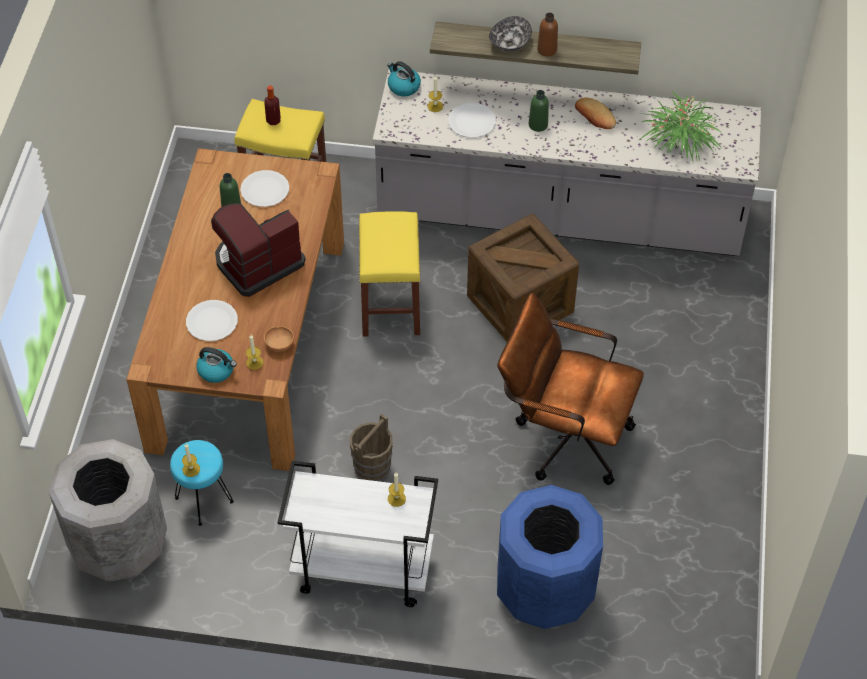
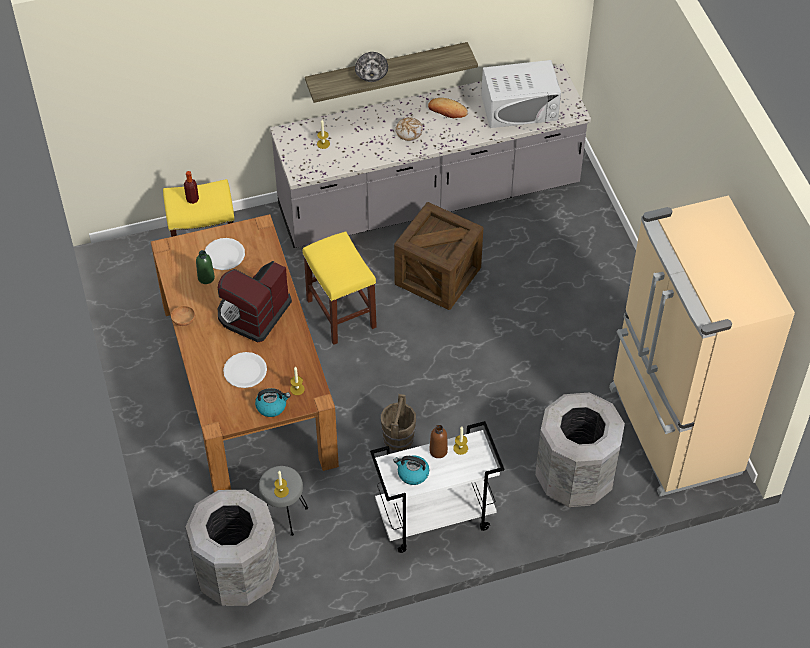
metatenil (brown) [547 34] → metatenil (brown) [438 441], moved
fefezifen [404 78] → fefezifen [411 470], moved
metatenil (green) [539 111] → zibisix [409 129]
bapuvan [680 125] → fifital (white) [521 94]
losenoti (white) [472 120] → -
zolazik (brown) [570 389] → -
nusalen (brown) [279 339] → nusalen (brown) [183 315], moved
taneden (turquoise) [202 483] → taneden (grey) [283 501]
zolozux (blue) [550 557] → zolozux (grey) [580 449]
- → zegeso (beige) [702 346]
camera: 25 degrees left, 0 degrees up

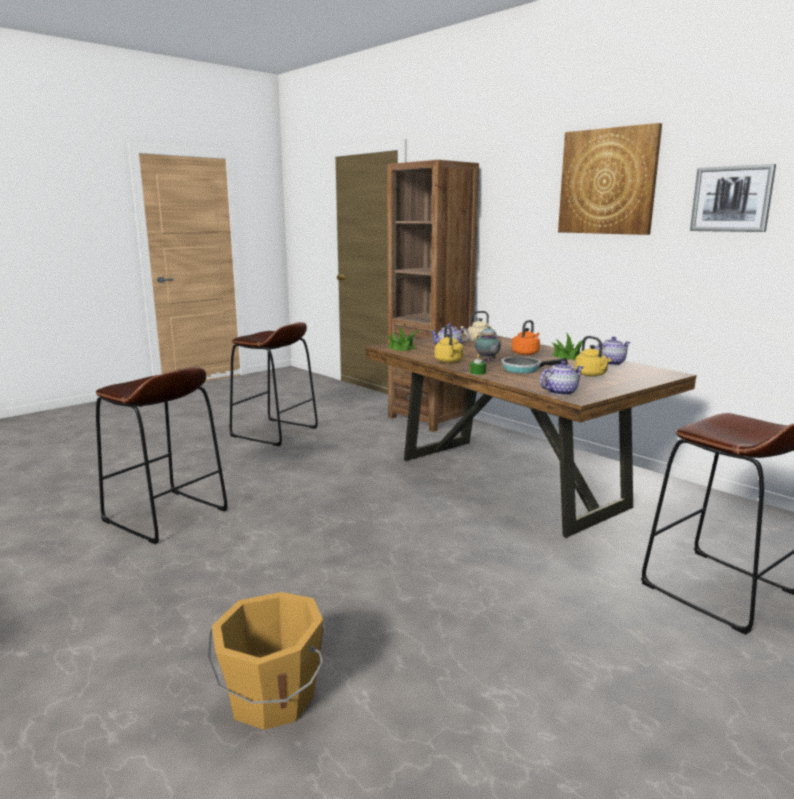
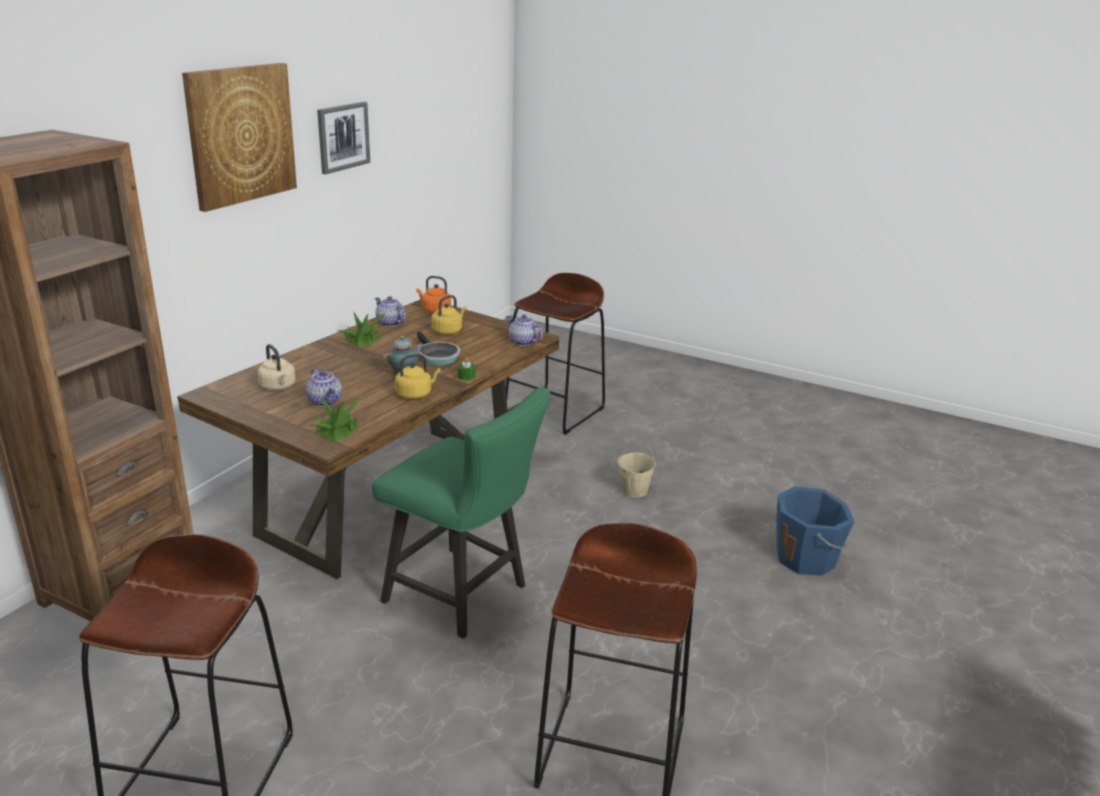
fefezifen (orange) [526 337] → fefezifen (orange) [433 294], moved
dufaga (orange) [266 661] → dufaga (blue) [815 531]
- → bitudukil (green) [461 513]
- → dufaga (beige) [637 469]
camera: 110 degrees left, 10 degrees up

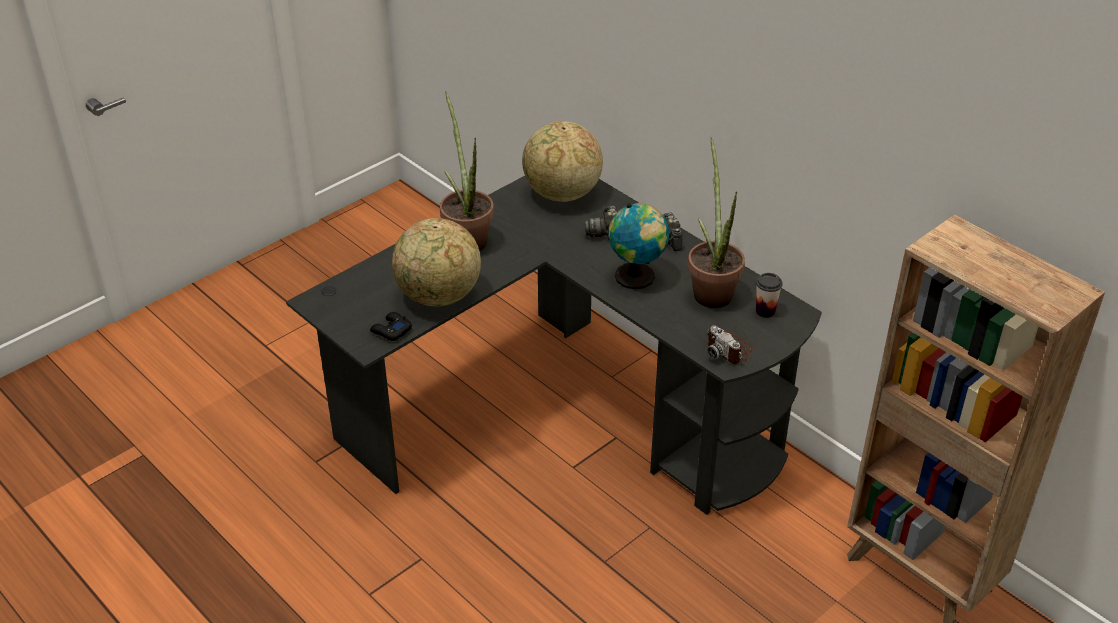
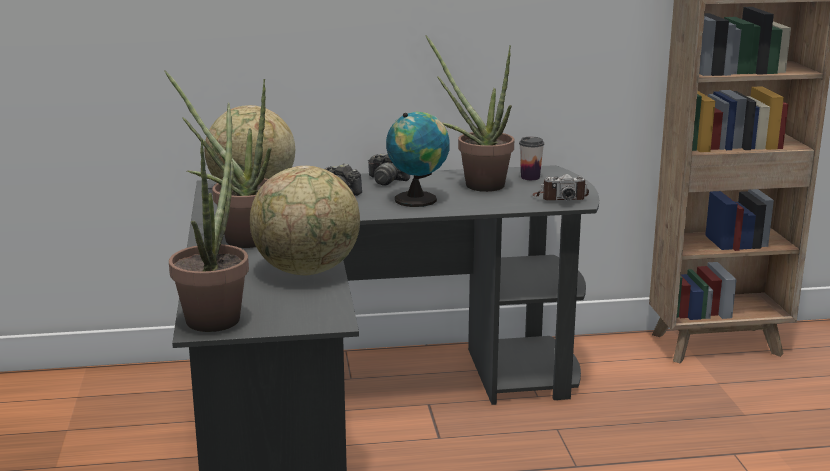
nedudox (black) [391 326] → -
- → bapuvan [209 217]
camera: 55 degrees left, 20 degrees down

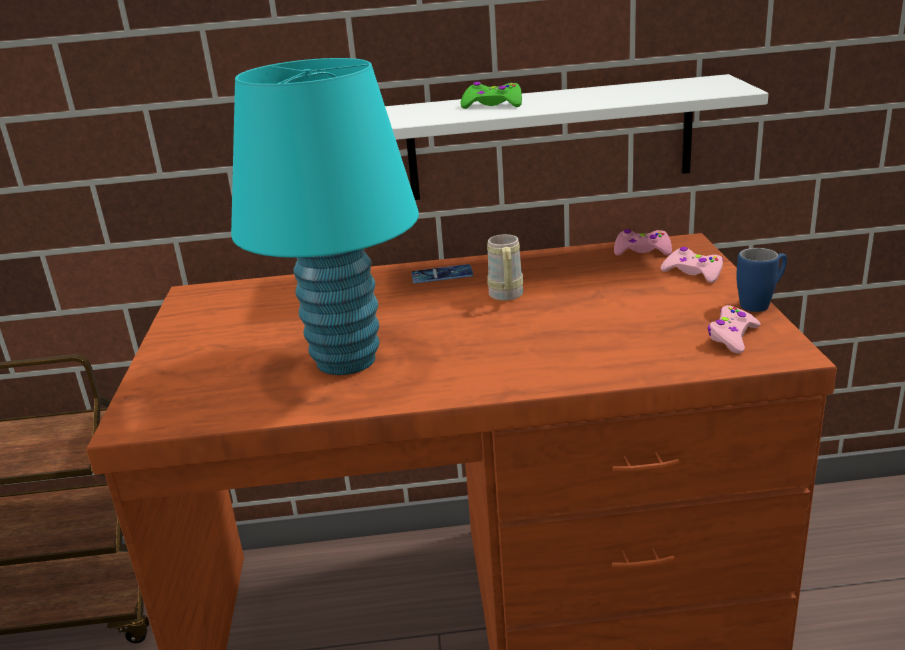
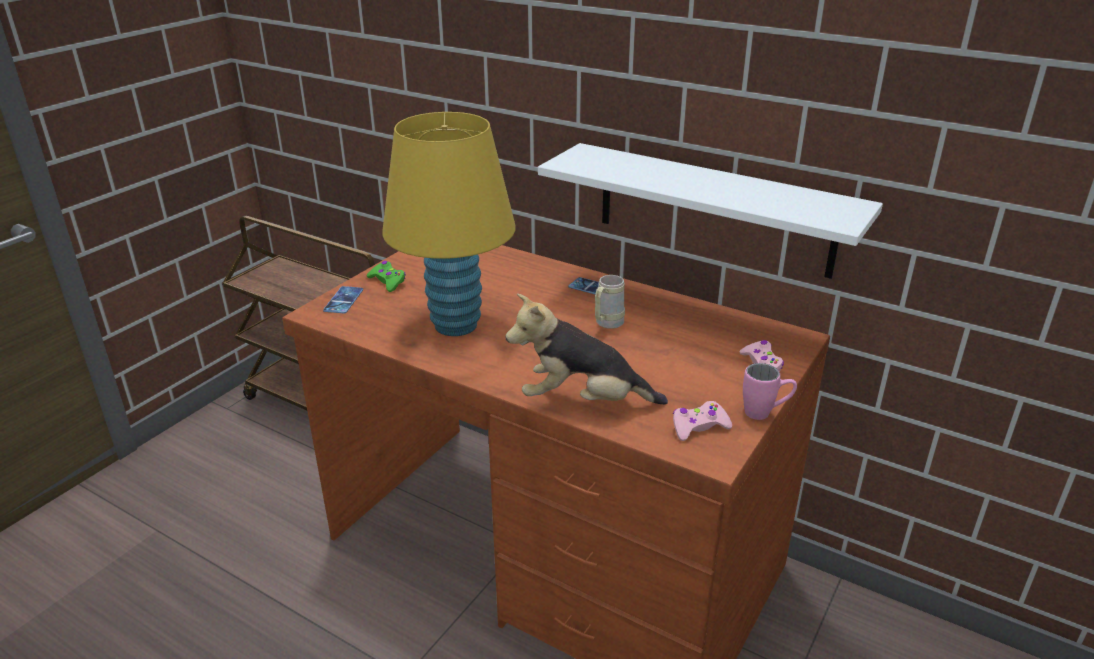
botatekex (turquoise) [325 216] → botatekex (yellow) [449 224]
nedudox (green) [491 95] → nedudox (green) [386 276], moved
nedudox (pink) [643 242] → -
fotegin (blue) [761 280] → fotegin (pink) [770 391]
- → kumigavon [343 299]
- → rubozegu [586 349]
camera: 35 degrees right, 5 degrees up

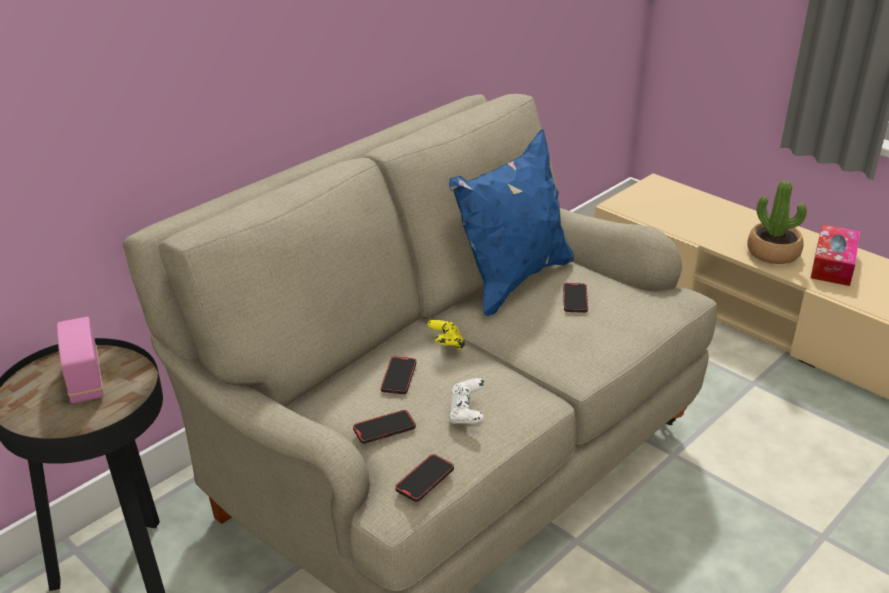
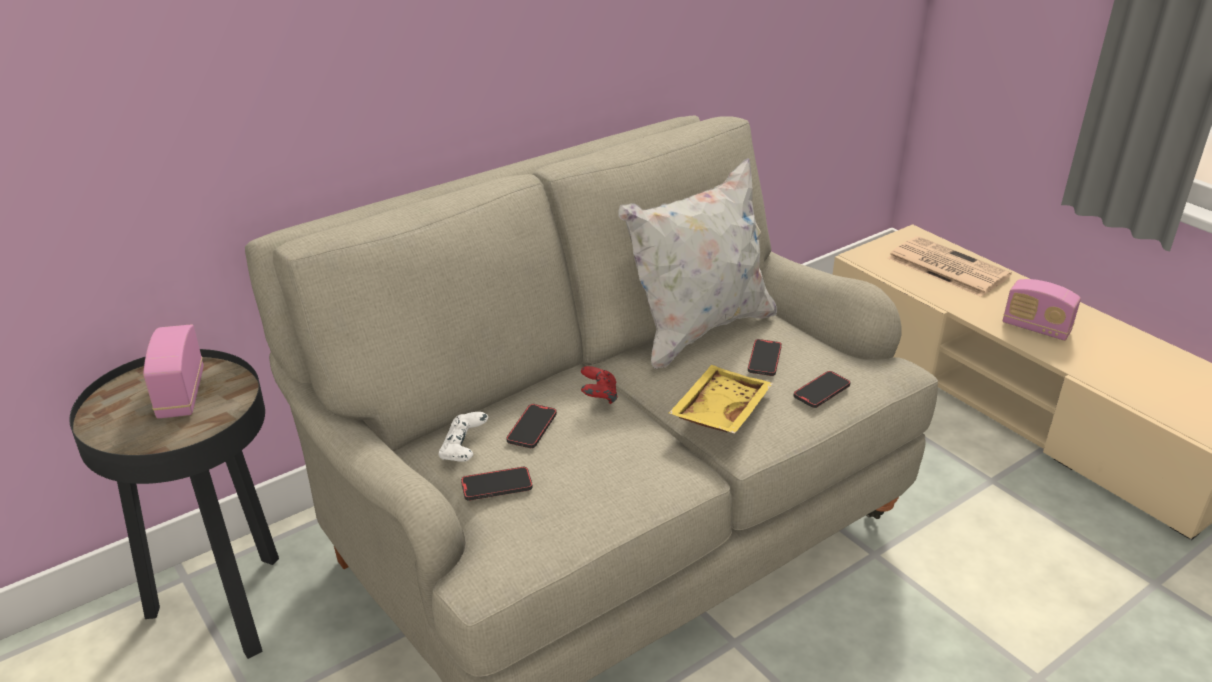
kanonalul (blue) [511 222] → kanonalul (white) [697 263]
bapuvan [777 222] → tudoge [1042 310]
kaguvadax [835 255] → -
nedudox (yellow) [446 335] → nedudox (red) [599 385]
nedudox (white) [467 401] → nedudox (white) [463 437], moved
kumigavon [424 478] → kumigavon [822 389], moved
- → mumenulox [950 266]
- → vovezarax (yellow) [721 399]
camera: 10 degrees right, 0 degrees up

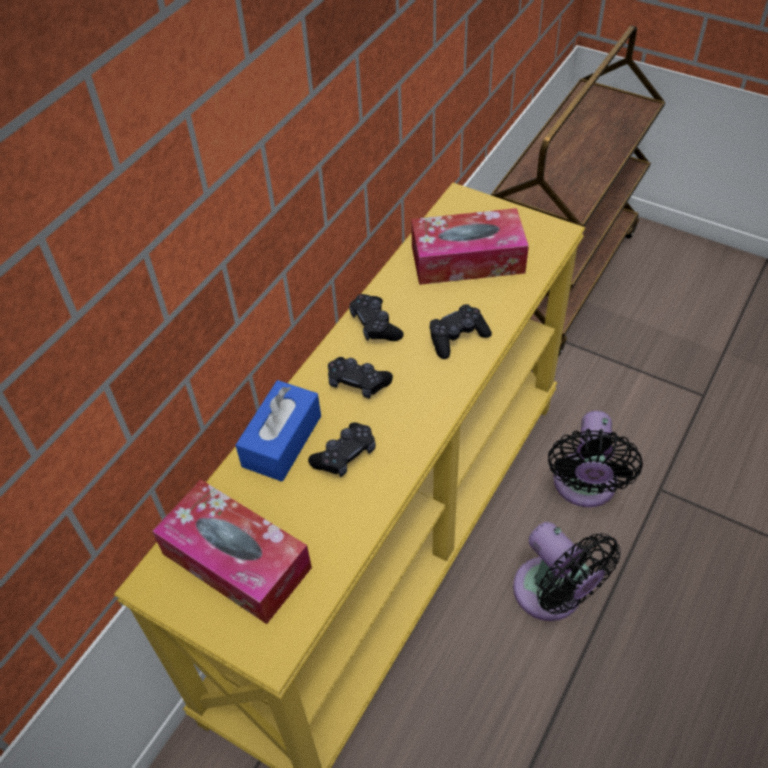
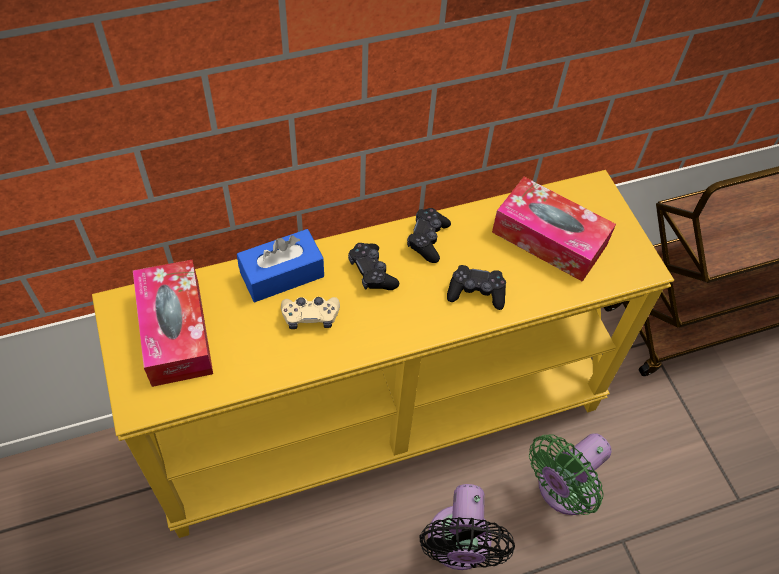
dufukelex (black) [595 459] → dufukelex (green) [570 474]
nedudox (black) [342 449] → nedudox (beige) [310 313]
camera: 35 degrees right, 5 degrees up

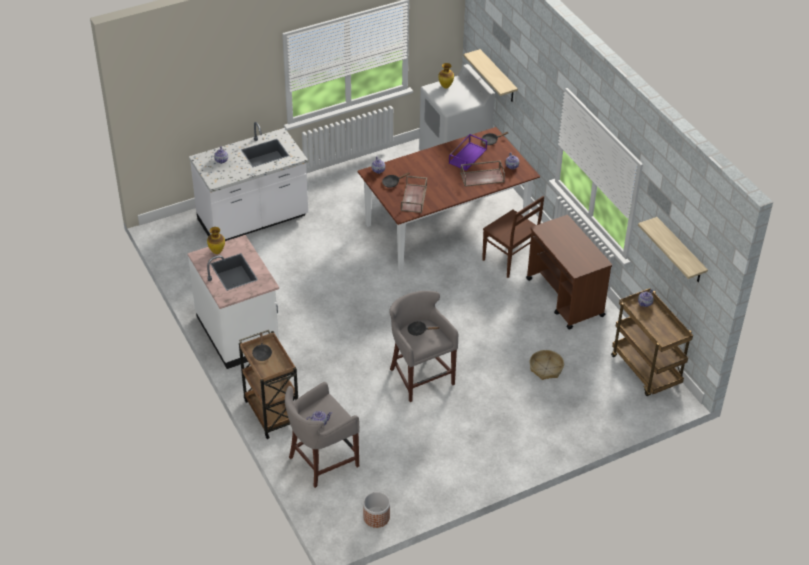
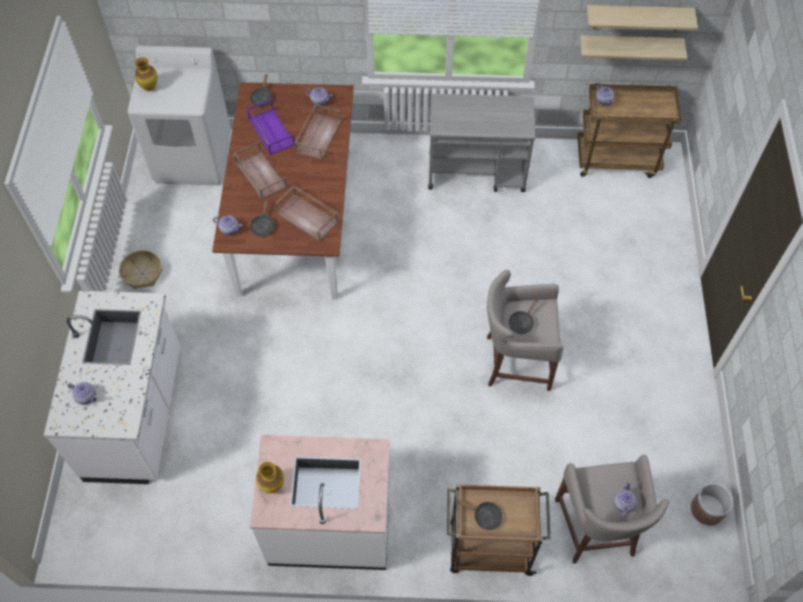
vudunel [490 75] → vudunel [633 47], moved
bitudukil (brown) [513 237] → -
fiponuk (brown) [569 272] → fiponuk (grey) [481 143]
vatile [547 365] → vatile [140 269], moved
- → vovezarax (brown) [260 171]
camera: 60 degrees left, 15 degrees up

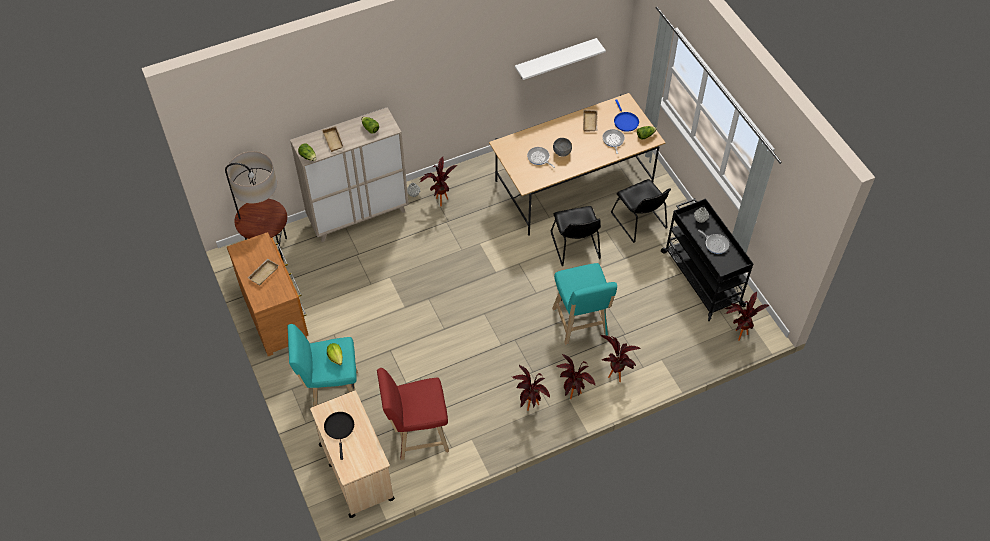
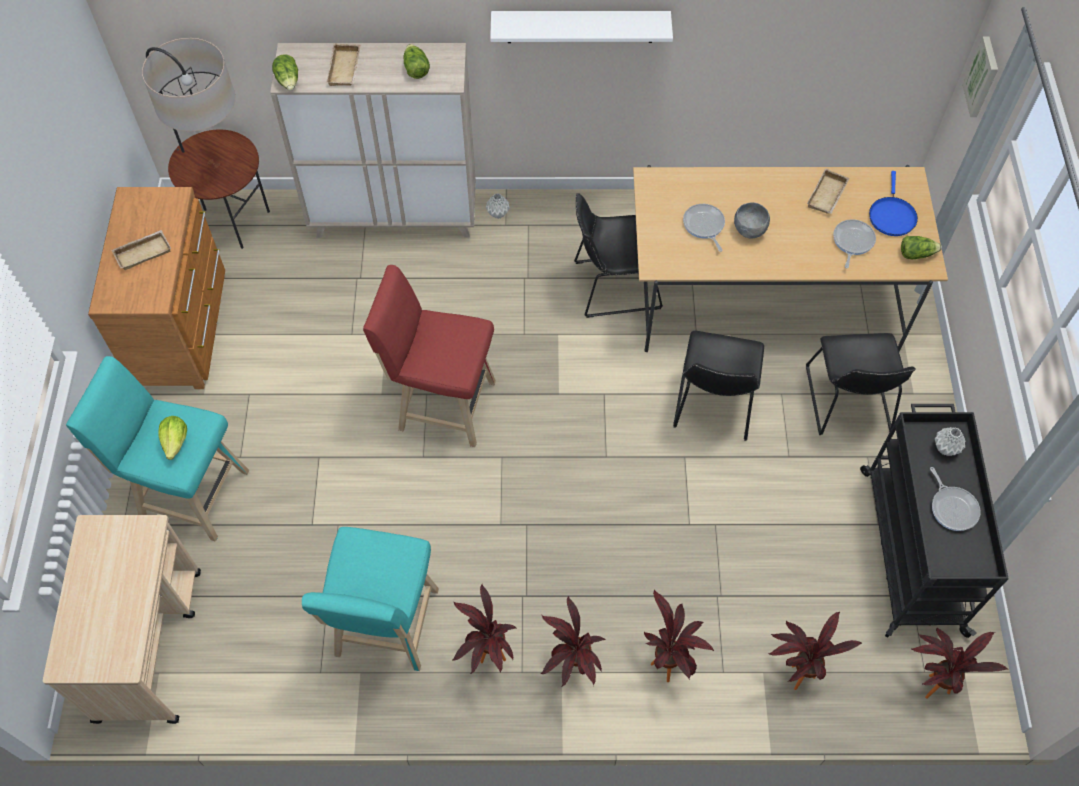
vudunel (white) [560 59] → vudunel (white) [581 27], moved
bapuvan [439 181] → bapuvan [815 651], moved
taneden (turquoise) [584 304] → taneden (turquoise) [370 599], moved
taneden (red) [413 414] → taneden (red) [429 356], moved
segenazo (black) [339 436] → -
- → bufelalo [980 77]
- → bitudukil (black) [618 255]
camera: 25 degrees right, 5 degrees up

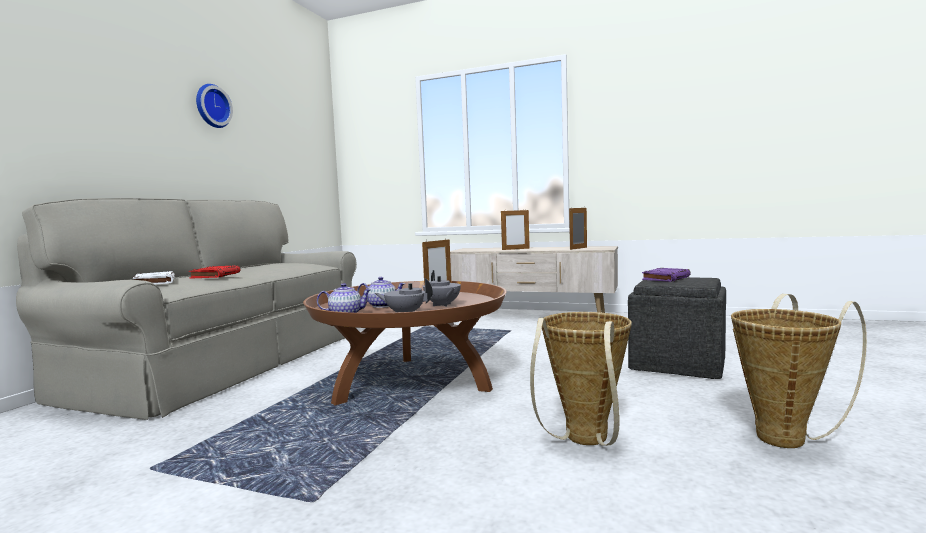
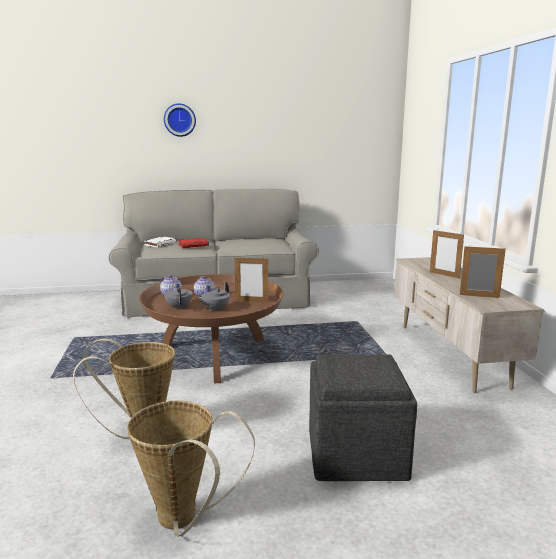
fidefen [214 106] → fidefen [180 120], moved
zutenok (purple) [666 275] → -
camera: 60 degrees right, 10 degrees up

